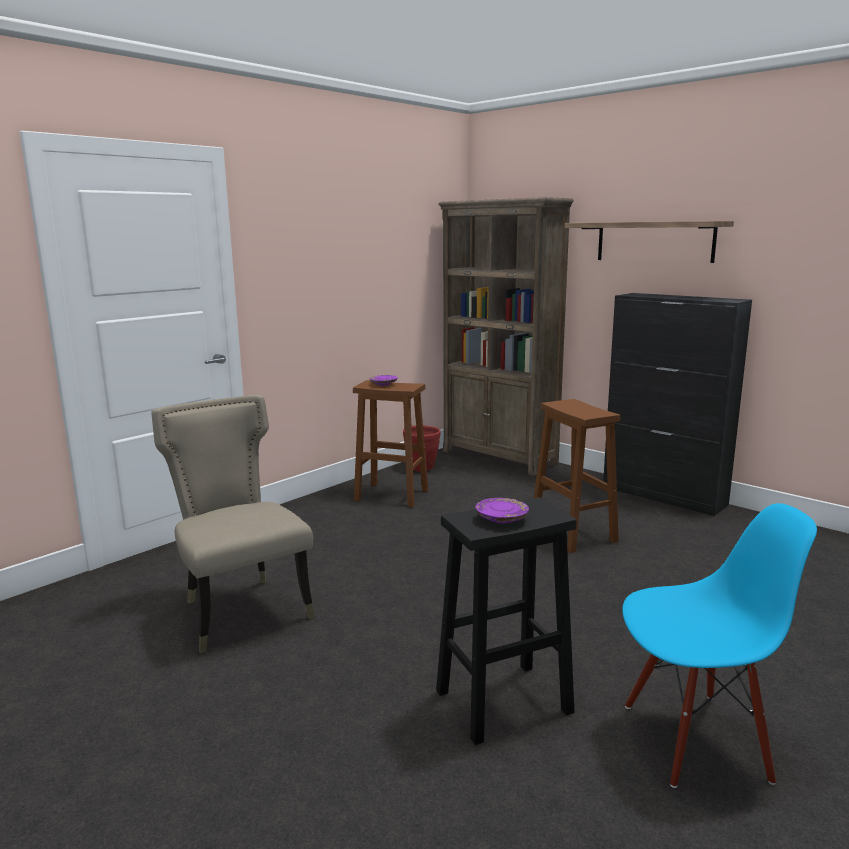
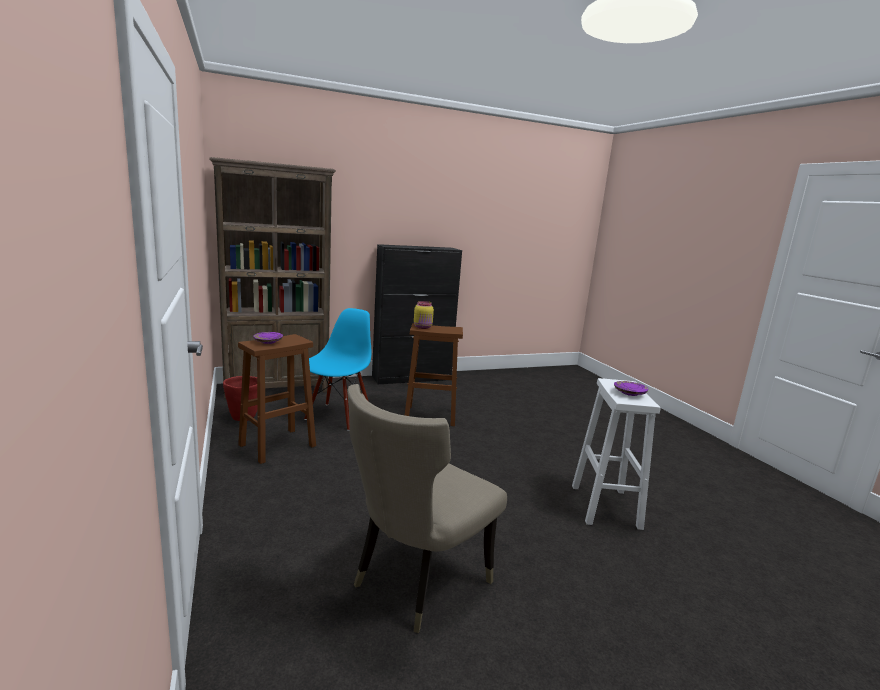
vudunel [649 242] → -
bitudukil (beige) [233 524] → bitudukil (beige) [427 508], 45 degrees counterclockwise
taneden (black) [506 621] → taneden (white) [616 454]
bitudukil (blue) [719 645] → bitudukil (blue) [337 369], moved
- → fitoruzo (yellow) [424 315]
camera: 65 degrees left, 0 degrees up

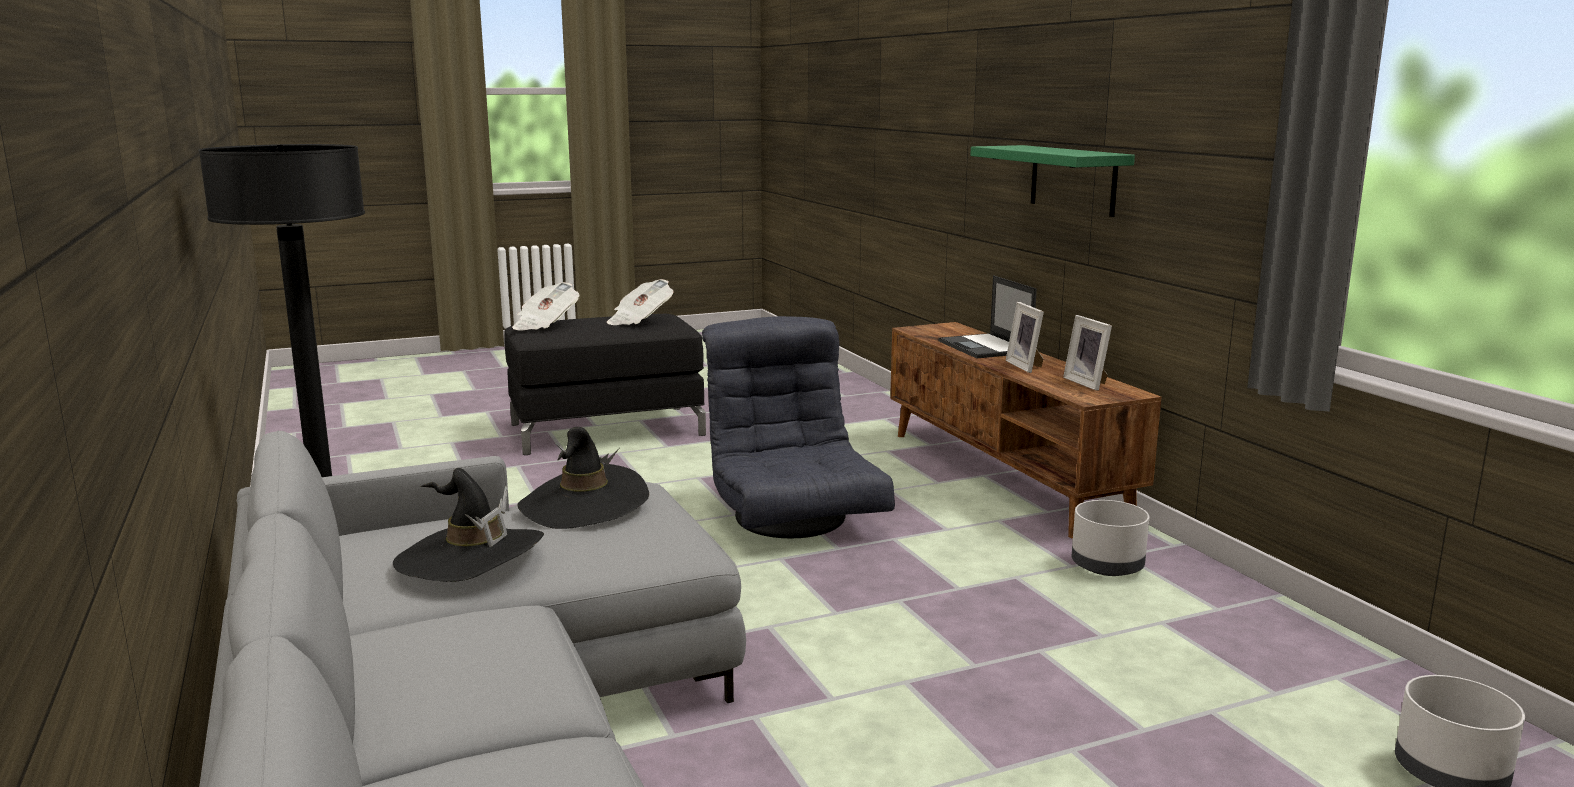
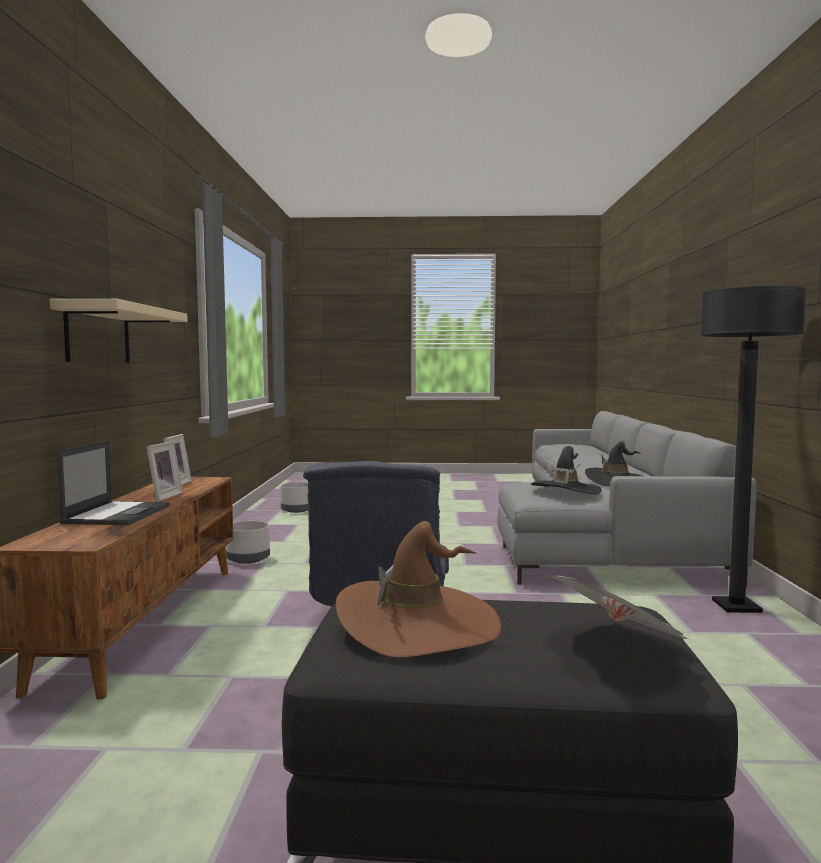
vudunel (green) [1052 181] → vudunel (beige) [119 331]
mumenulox [640 302] → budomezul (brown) [418 589]
camera: 155 degrees left, 10 degrees down

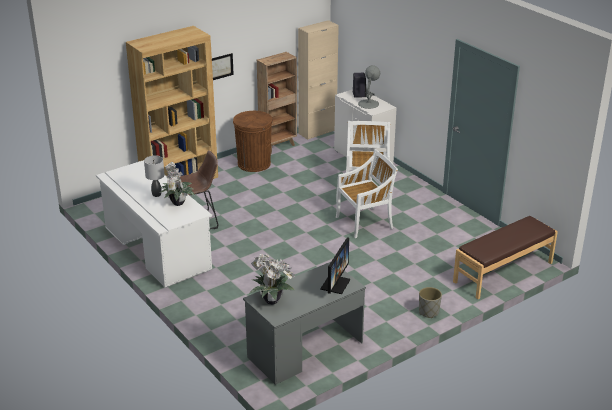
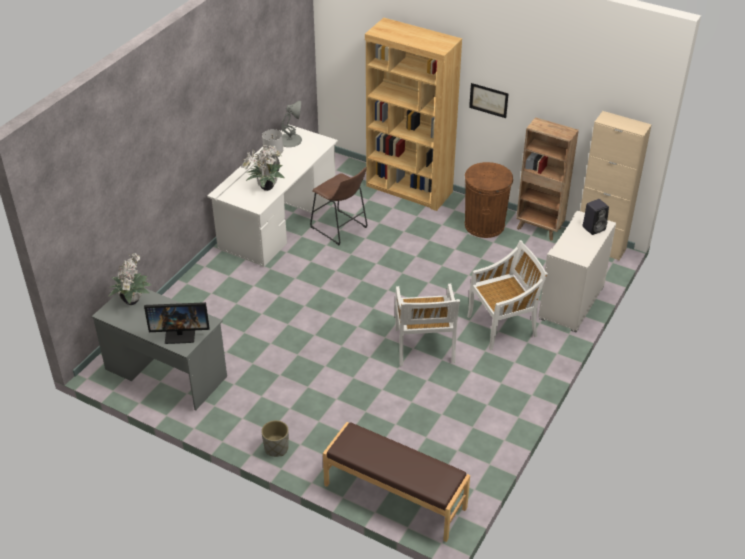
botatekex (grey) [369 87] → botatekex (grey) [292 124], moved
bitudukil (white) [367 193] → bitudukil (white) [427 325], 45 degrees clockwise
camera: 65 degrees right, 10 degrees up

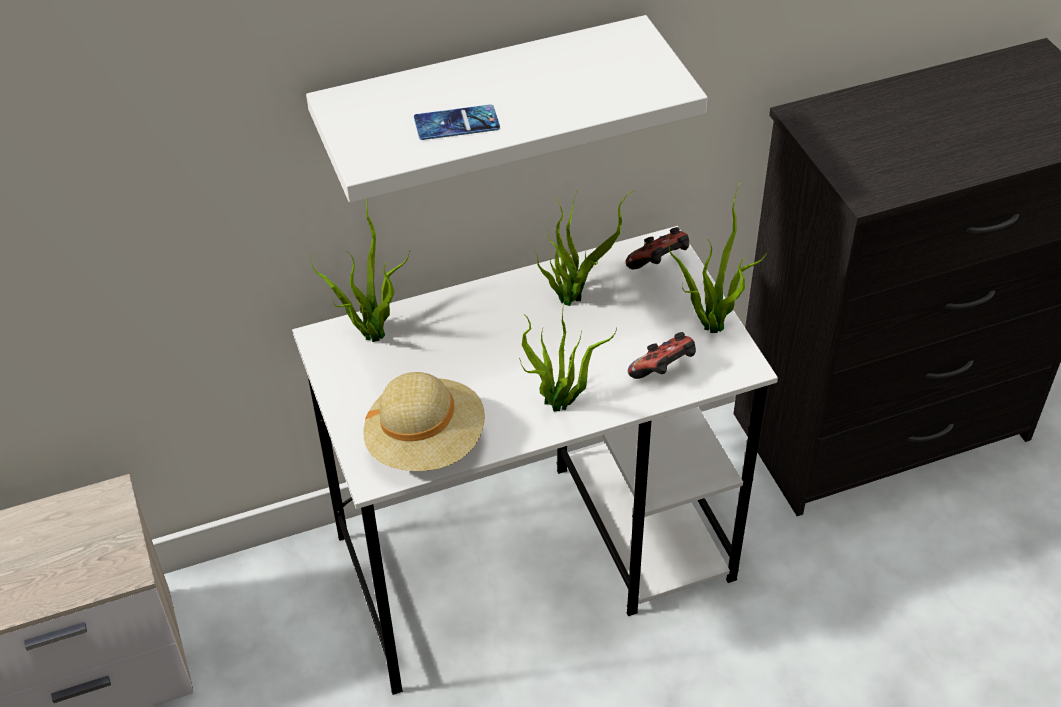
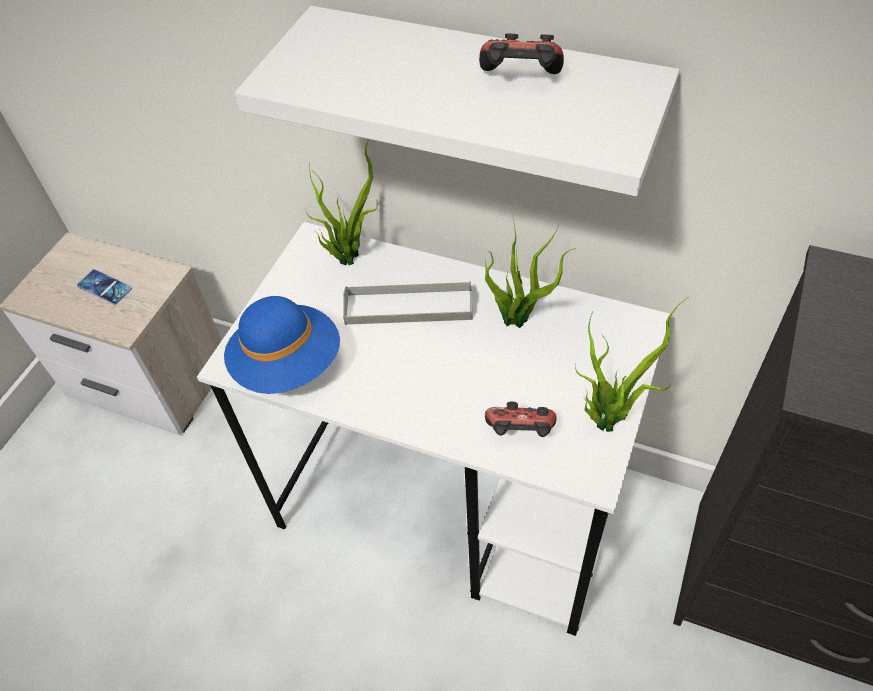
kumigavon [457 122] → kumigavon [104 287], moved
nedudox [657 248] → nedudox [521 54], moved
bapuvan [568 355] → -
budomezul (beige) [424 421] → budomezul (blue) [282 345]
- → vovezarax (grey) [407 303]
camera: 45 degrees right, 5 degrees up

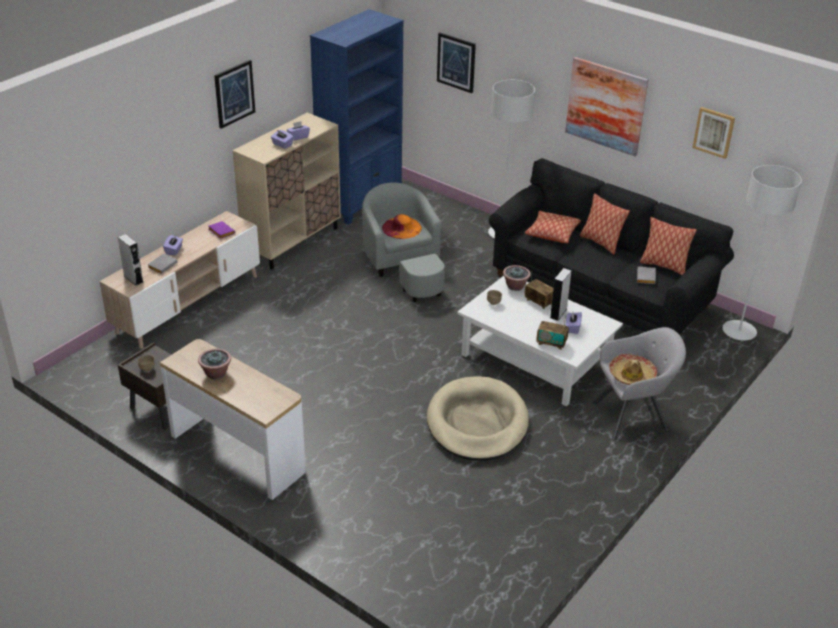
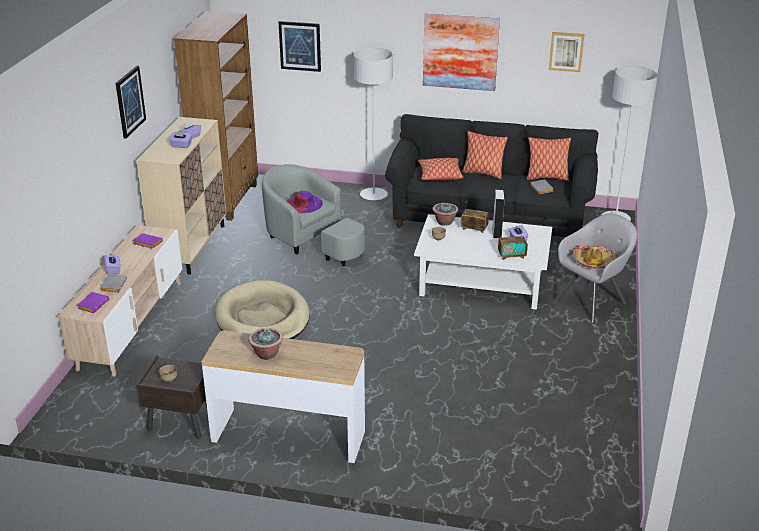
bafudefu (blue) [356 117] → bafudefu (brown) [215 116]
budomezul (orange) [402 226] → budomezul (purple) [304 202]
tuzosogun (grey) [131 260] → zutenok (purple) [93 302]
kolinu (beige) [478 418] → kolinu (beige) [262 309], moved
camera: 25 degrees left, 5 degrees down

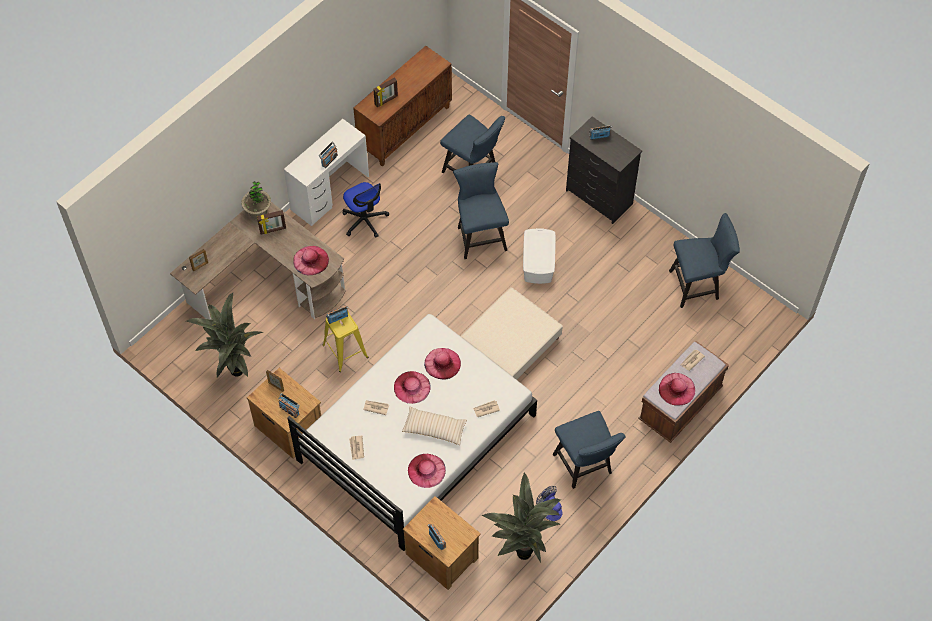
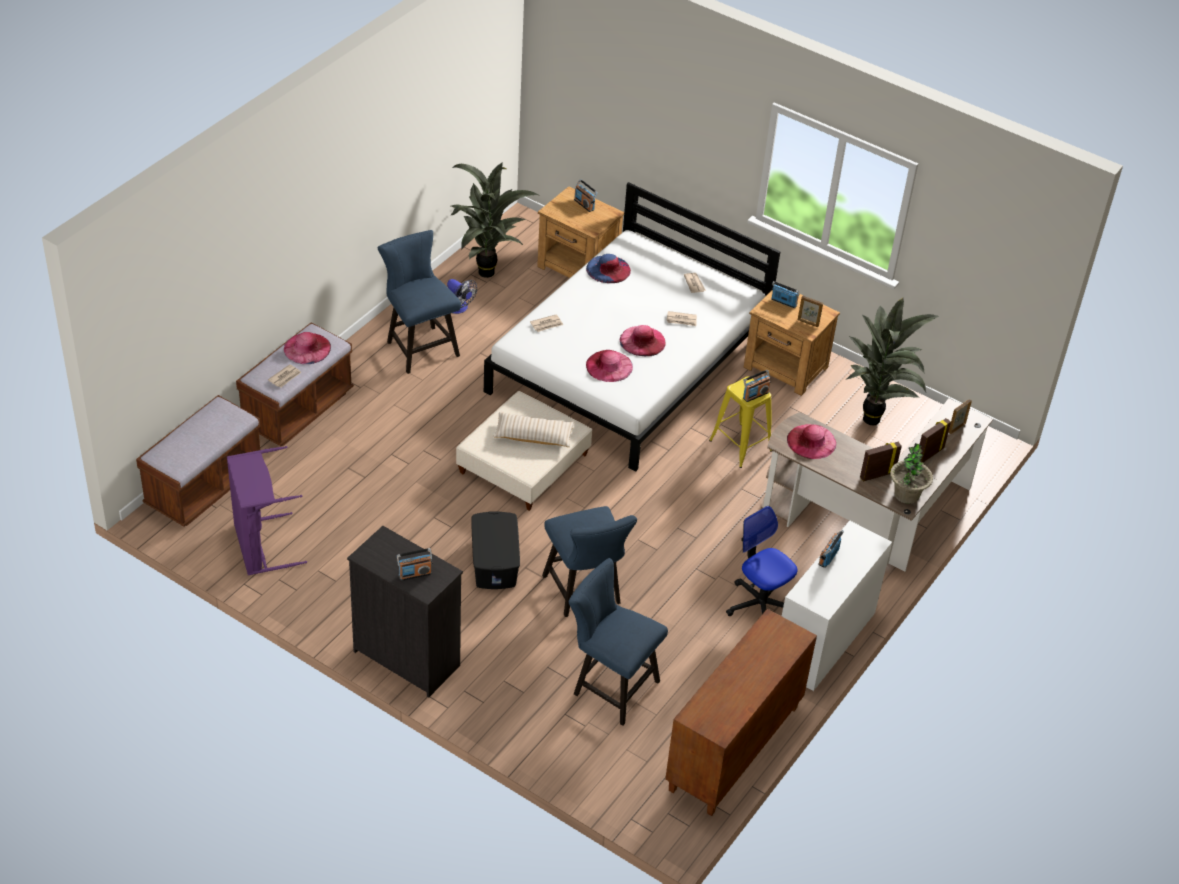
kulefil [385 92] → kulefil [935 440], moved
bitudukil (blue) [704 260] → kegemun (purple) [267 510]
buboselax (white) [539 256] → buboselax (black) [495 550]
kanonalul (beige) [434 425] → kanonalul (beige) [533 429], moved
budomezul (pink) [427 471] → budomezul (blue) [608 268]
- → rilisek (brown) [198 461]
camera: 170 degrees right, 15 degrees down

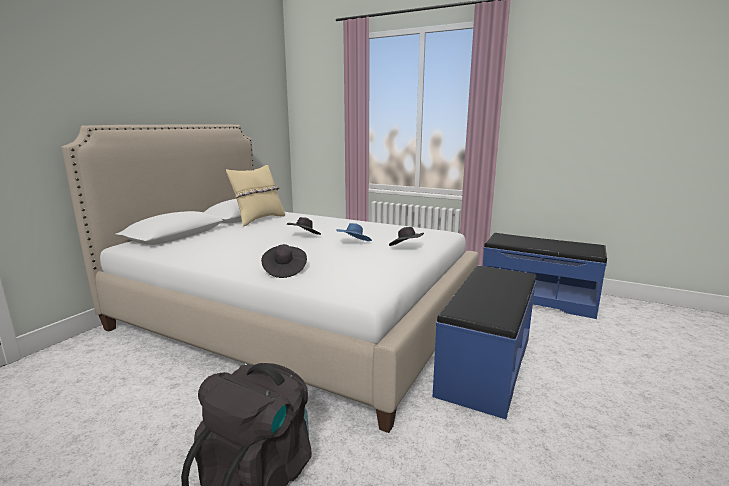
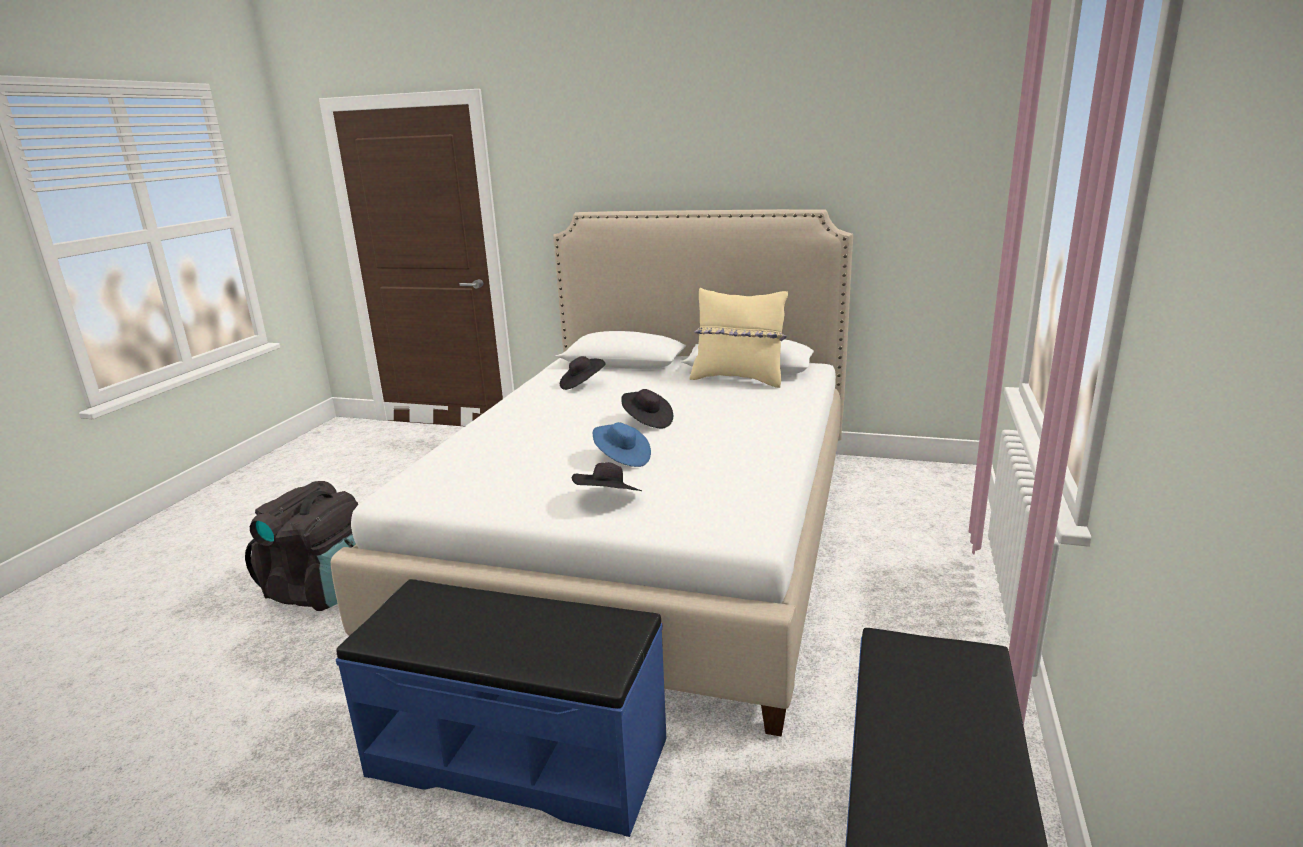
budomezul (black) [284 261] → budomezul (black) [583 373], moved
camera: 80 degrees right, 5 degrees up

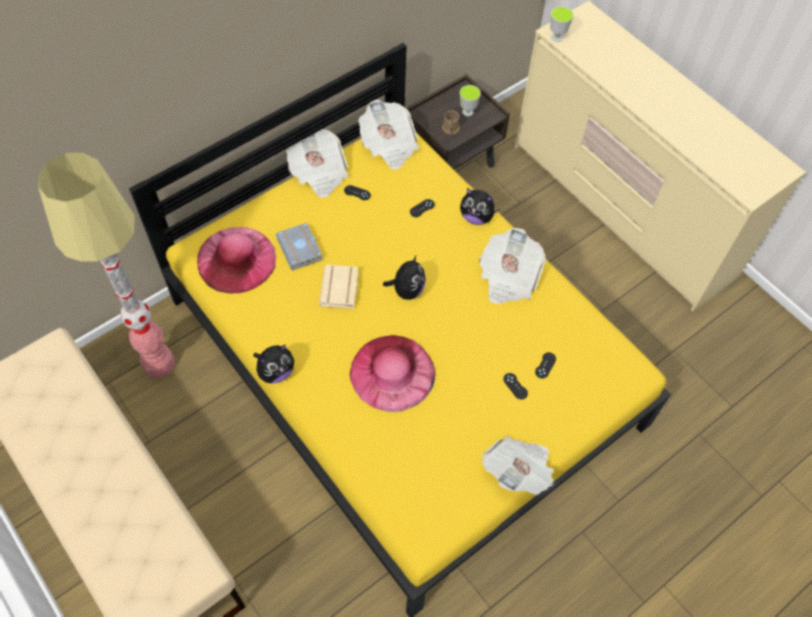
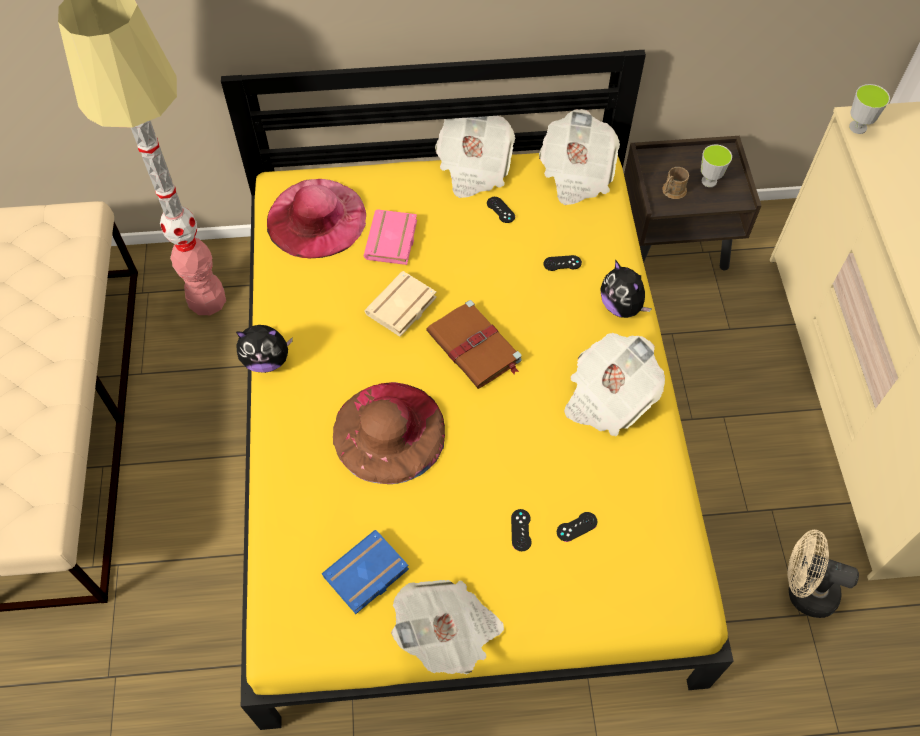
zutenok (grey) [299 246] → zutenok (pink) [390 237]
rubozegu [404 277] → zutenok (brown) [474 344]
budomezul (pink) [393 373] → budomezul (brown) [389 433]
- → zutenok (blue) [365 572]
- → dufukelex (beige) [823 574]
camera: 35 degrees right, 0 degrees up

